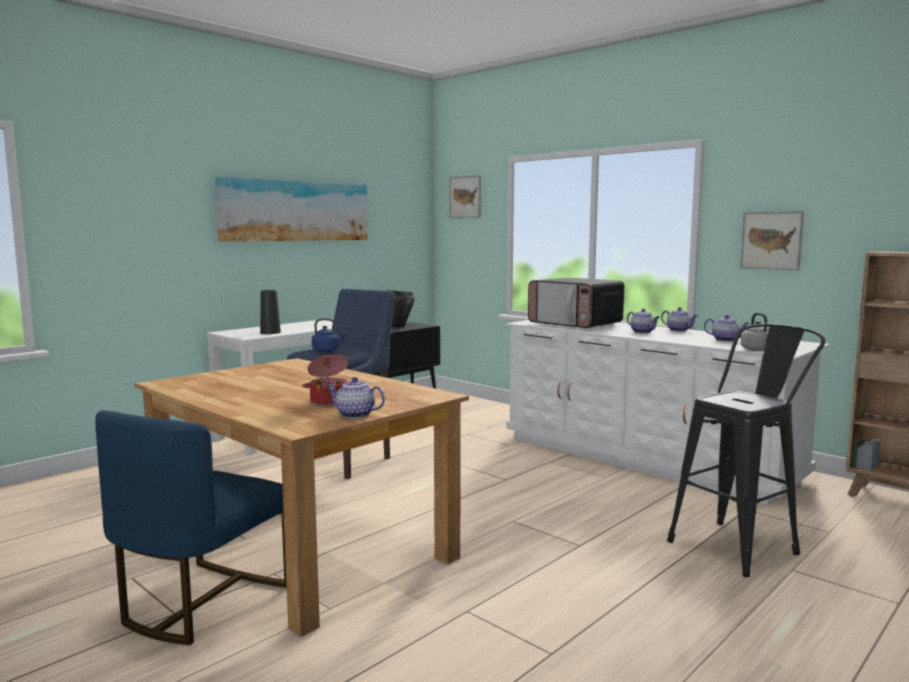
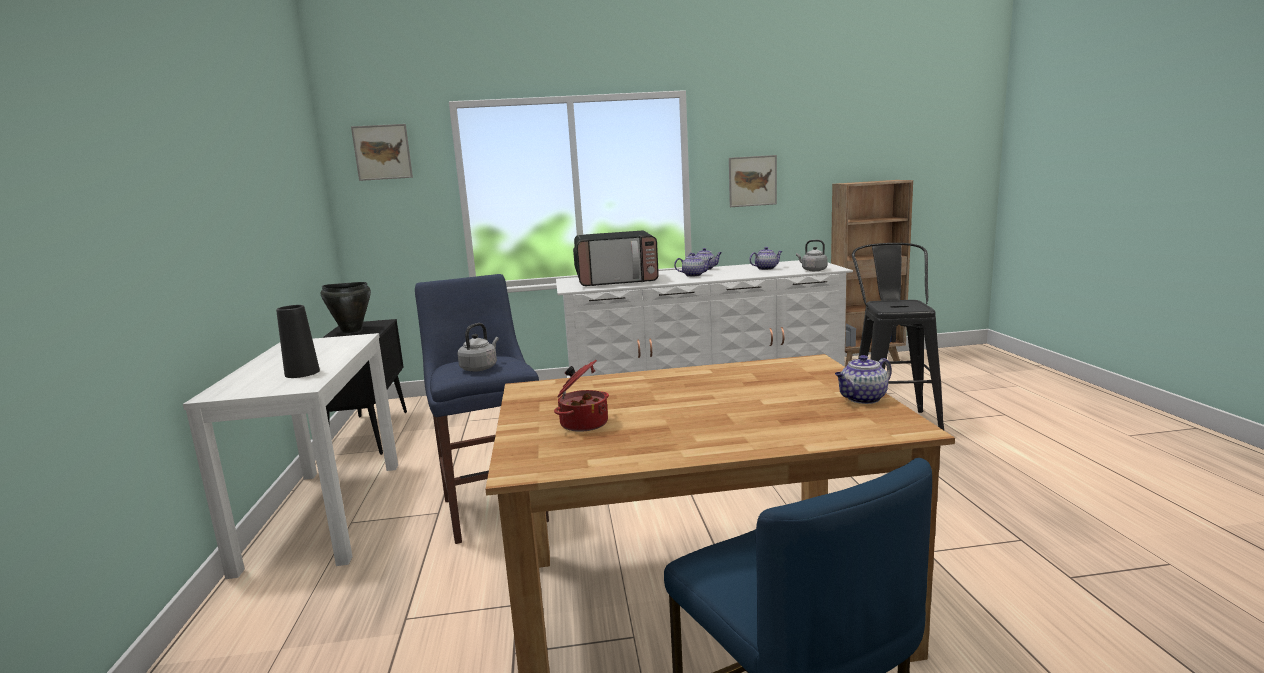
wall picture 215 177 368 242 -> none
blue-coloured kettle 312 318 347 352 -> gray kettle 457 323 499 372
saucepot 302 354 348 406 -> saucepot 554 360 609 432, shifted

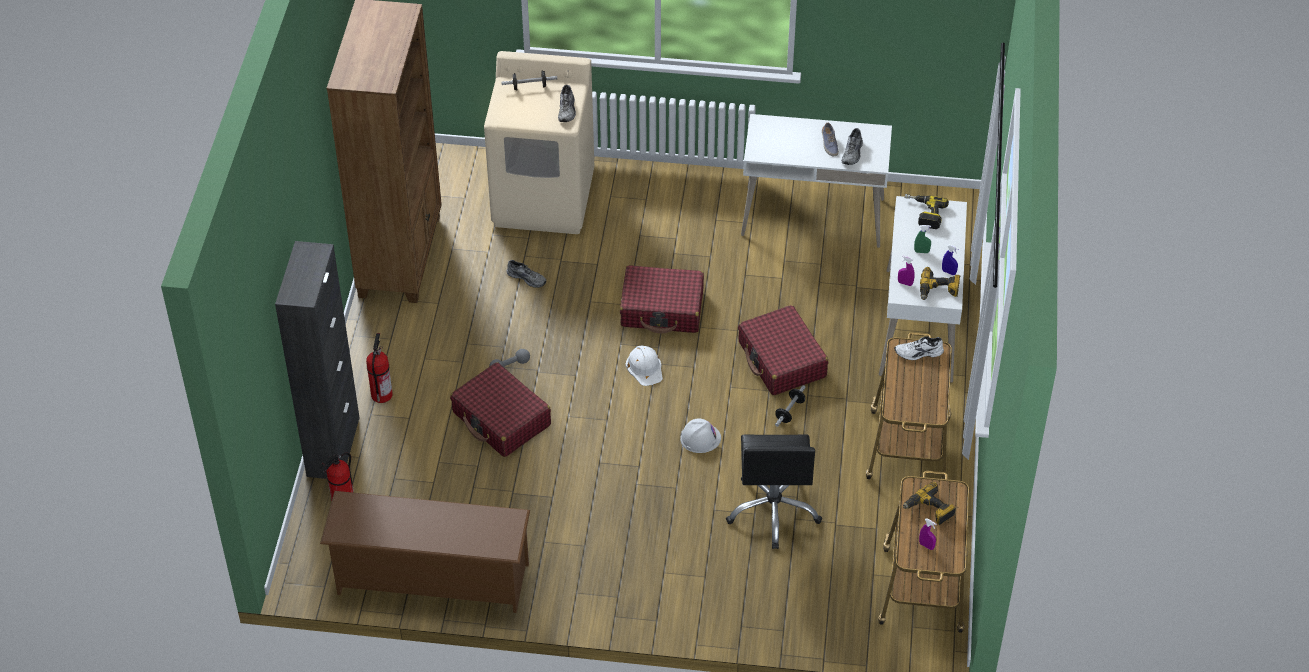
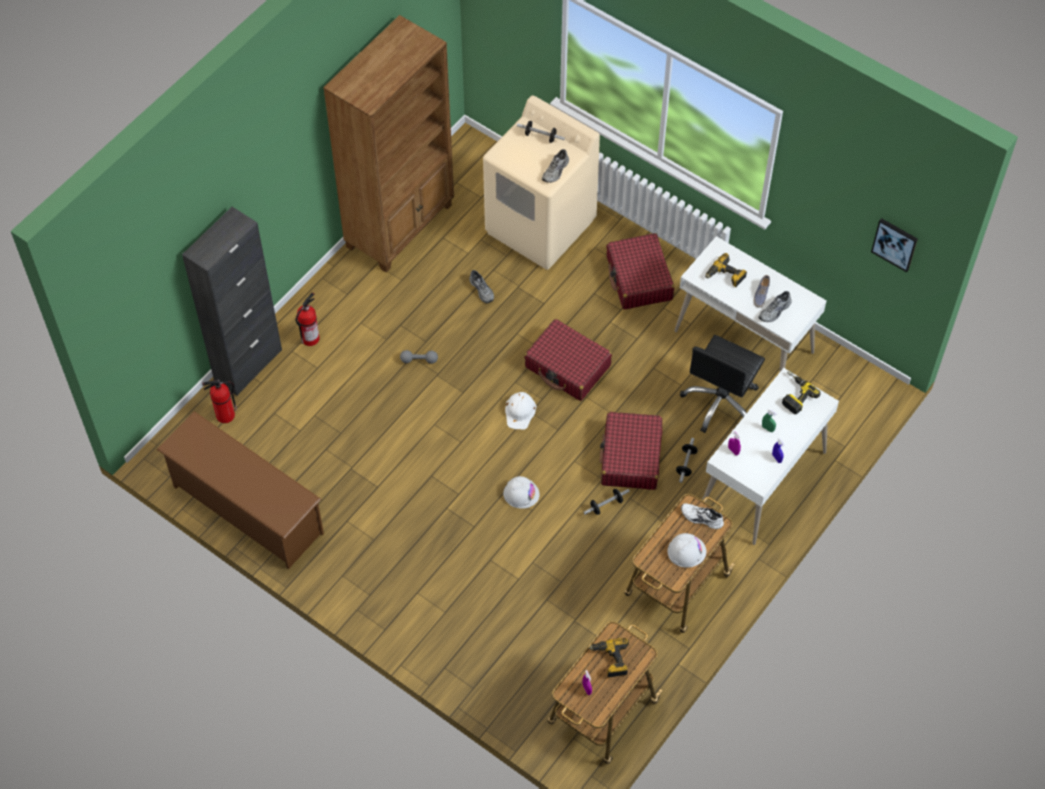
drill 920 267 960 300 -> drill 705 253 747 287, shifted
reddish suitcase 450 362 551 457 -> reddish suitcase 606 233 674 310, shifted
black-coloured office chair 726 435 822 549 -> black-coloured office chair 680 335 765 433, shifted
none -> wall picture 871 218 918 272
none -> hand weight 676 438 698 483
none -> white-coloured hard hat 667 533 706 568

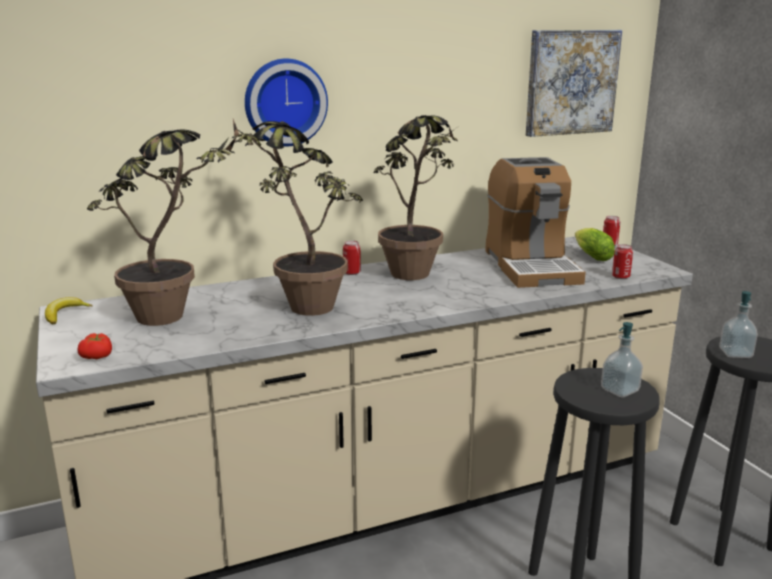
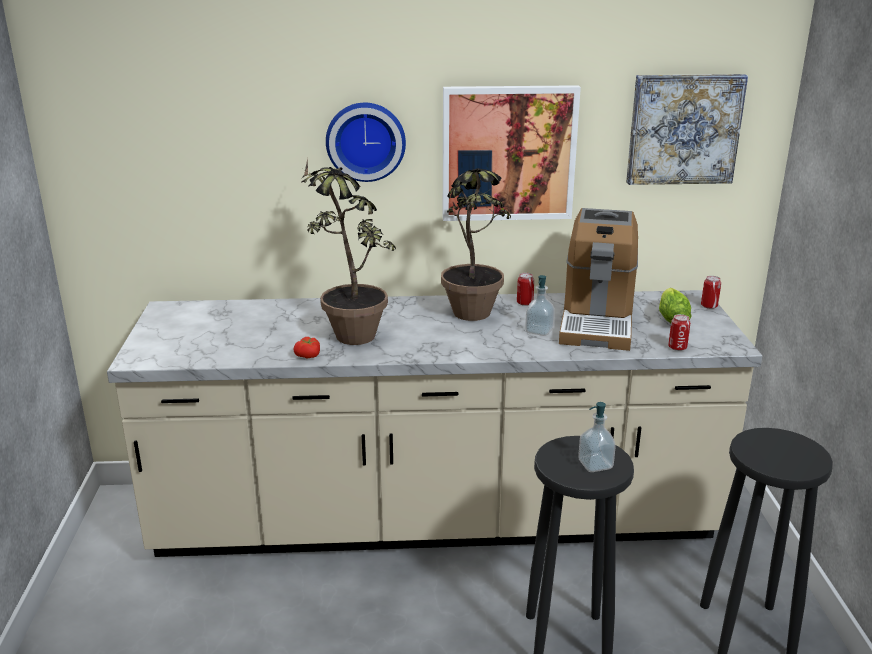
plant in a pot 87 130 237 326 -> none
sealed can 343 241 361 275 -> sealed can 517 273 534 306, shifted
soap bottle 719 291 758 358 -> soap bottle 525 275 555 336, shifted
banana 45 297 93 324 -> none
whole tomato 78 333 112 359 -> whole tomato 294 337 320 358, shifted
none -> wall picture 443 85 581 221

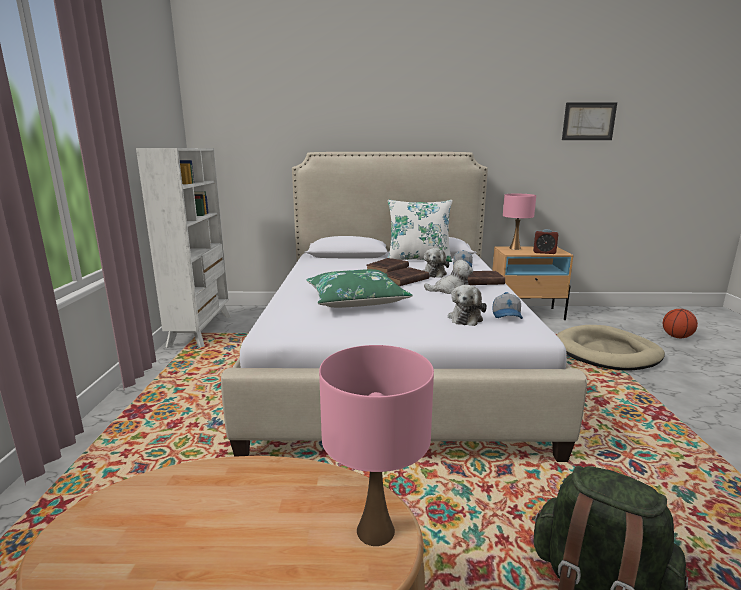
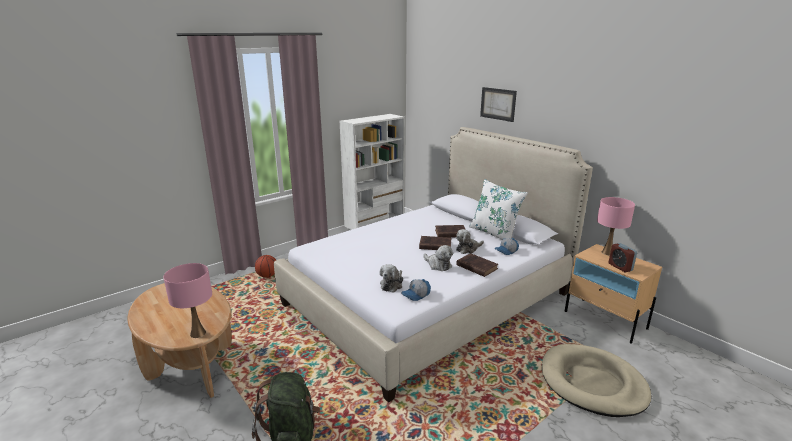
wall picture 562 102 617 140 -> wall picture 480 87 517 122, shifted
green cushion 306 269 413 308 -> none
plush toy 448 285 487 326 -> plush toy 380 264 403 293, 45 degrees counterclockwise
basketball 663 309 698 338 -> basketball 255 255 276 278, shifted

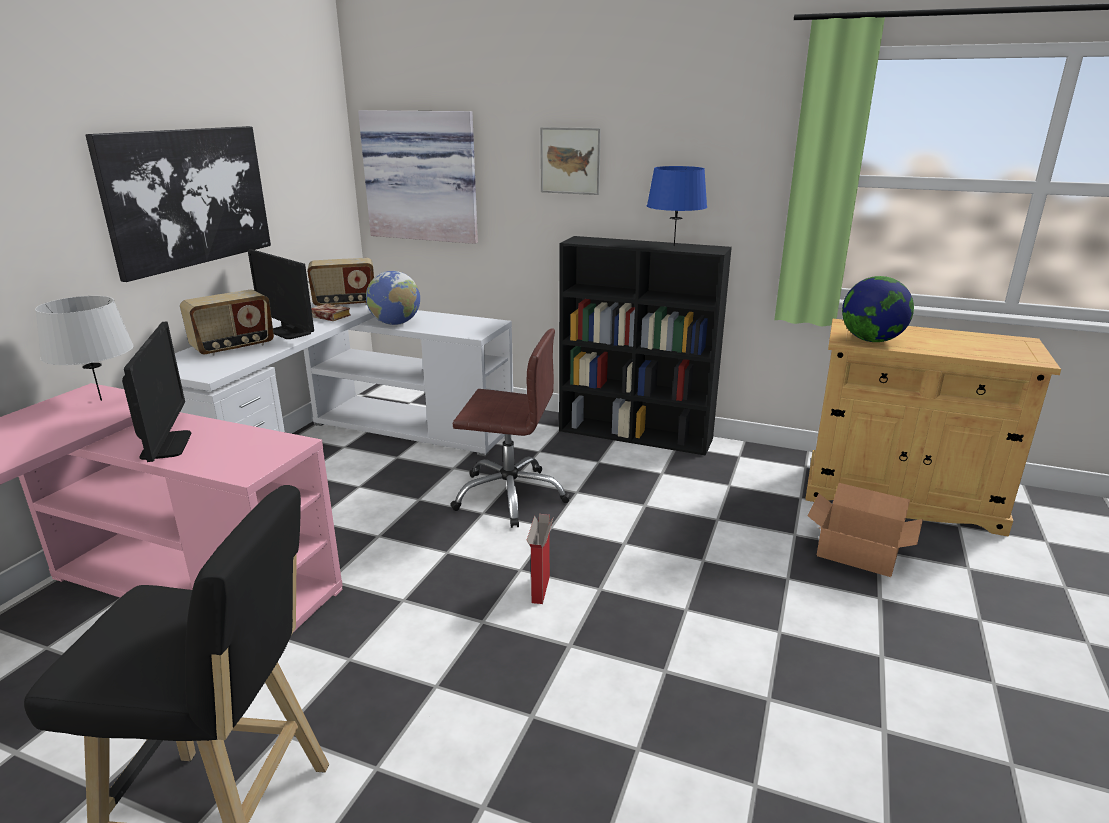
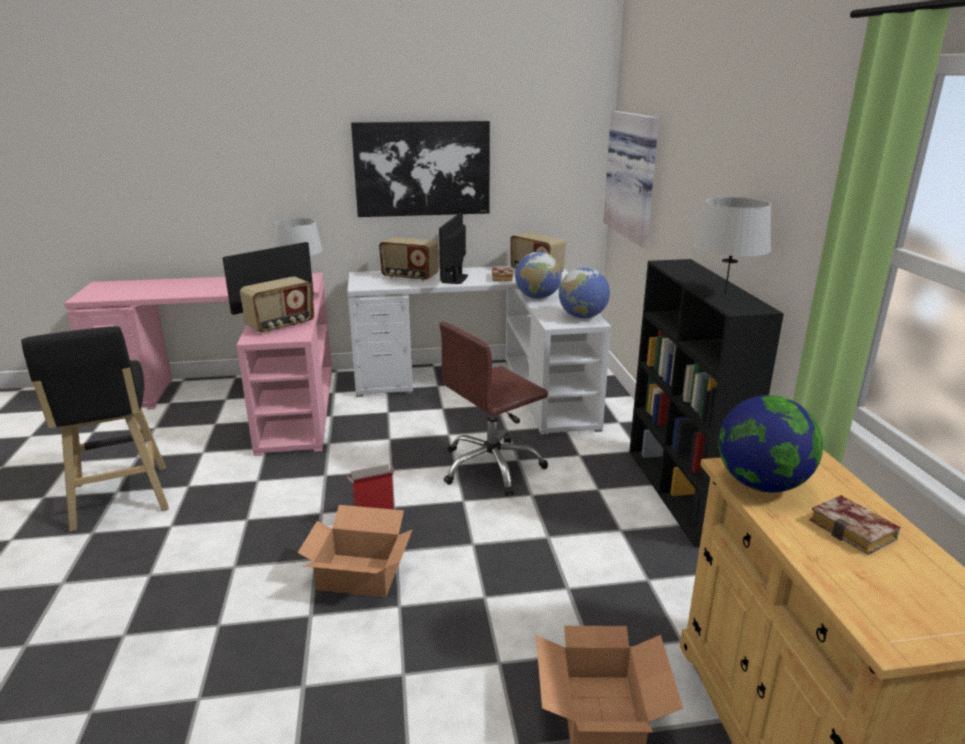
wall picture 540 127 601 195 -> none
blue-coloured tabletop lamp 647 166 707 247 -> gray tabletop lamp 694 197 771 294
brown-coloured office chair 450 329 570 528 -> brown-coloured office chair 439 322 548 496, 75 degrees clockwise
none -> world globe 559 267 610 319
none -> radio set 240 276 314 333
none -> volume 810 495 901 555
none -> carton 298 505 413 597

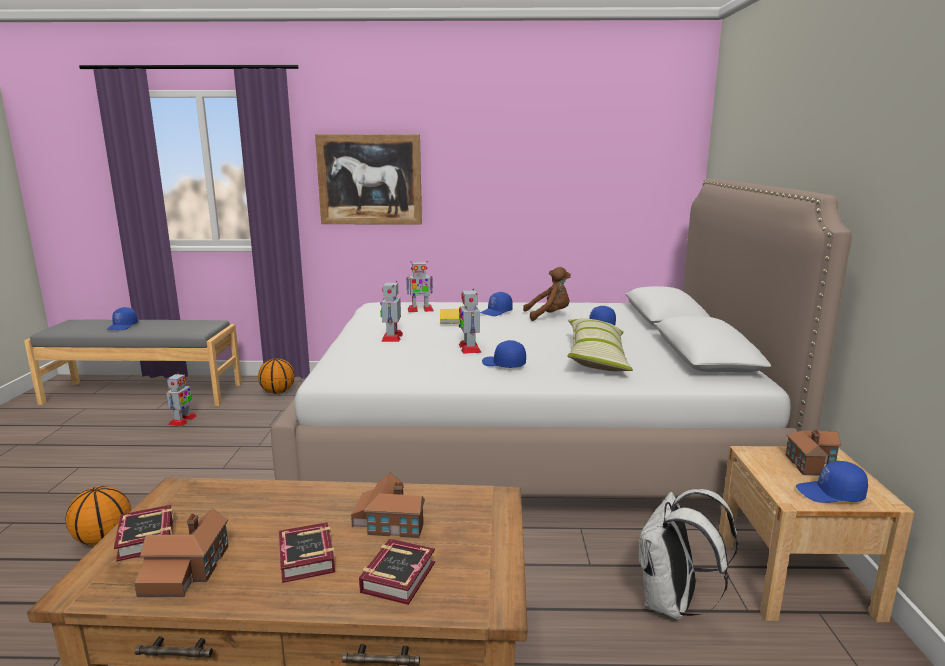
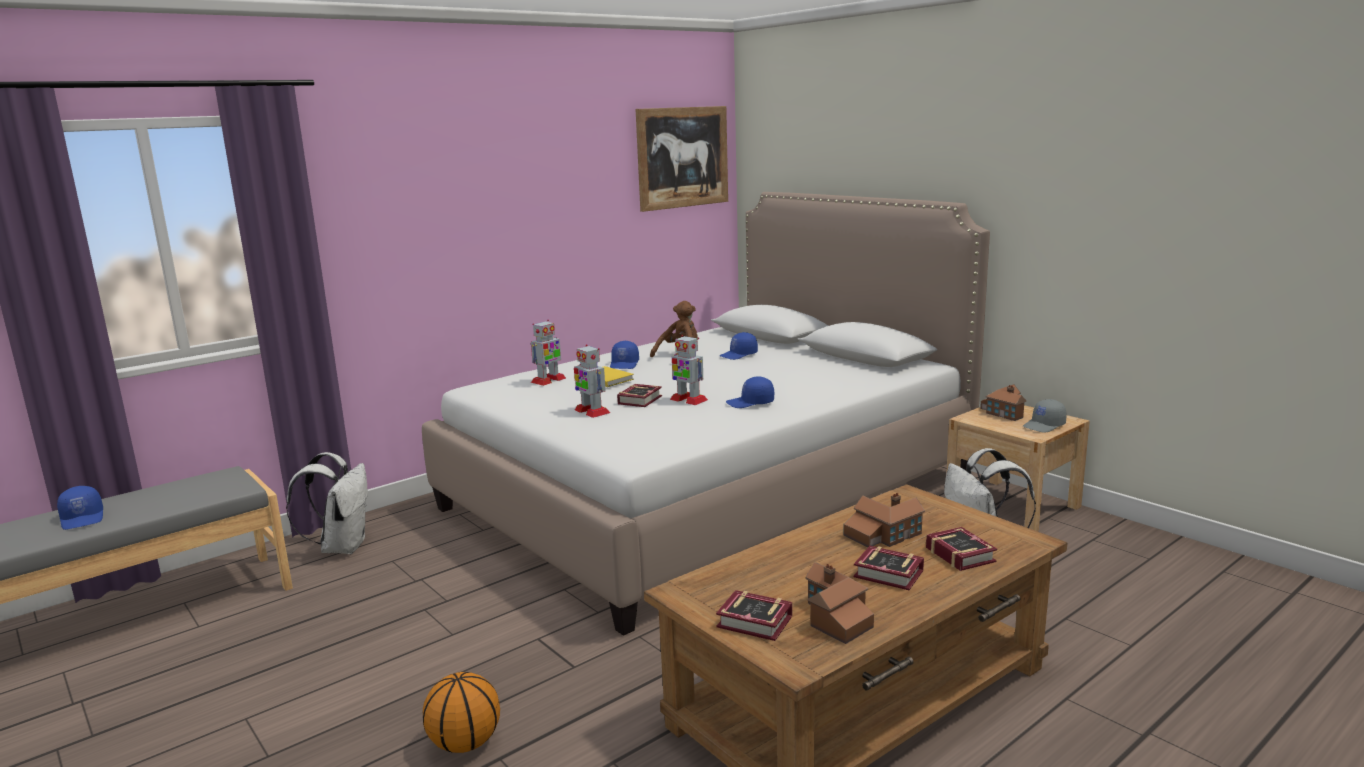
wall picture 315 134 422 225 -> wall picture 636 106 728 212, shifted
cushion 567 319 633 371 -> none
basketball 258 358 294 394 -> white-coloured rucksack 286 452 368 554
toy robot 166 372 197 426 -> none
blue-coloured peaked cap 796 461 868 503 -> gray peaked cap 1023 399 1067 433
none -> volume 617 384 662 407

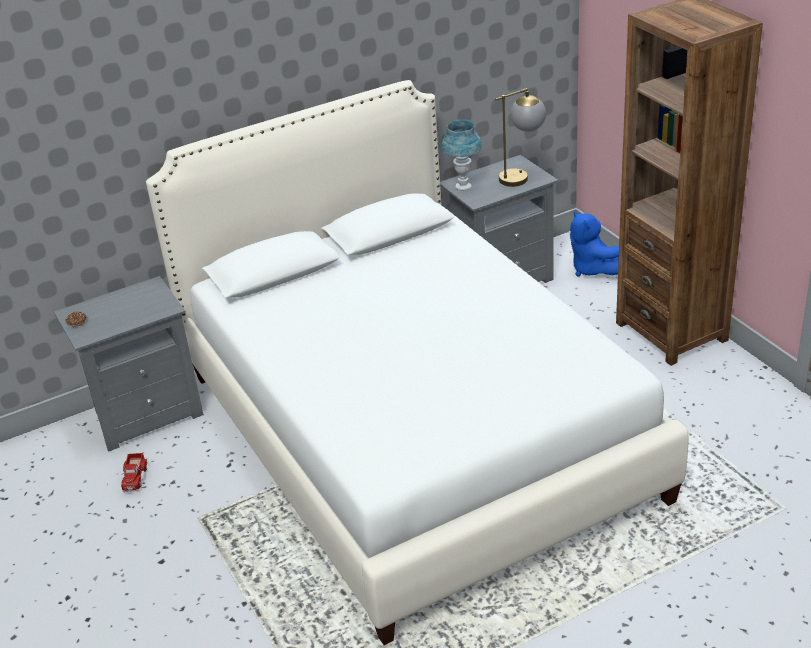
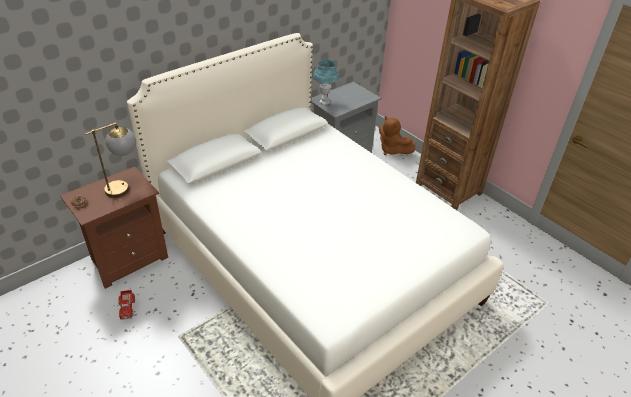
tabletop lamp 495 88 546 187 -> tabletop lamp 86 122 136 198, shifted
blue-coloured plush toy 570 211 619 277 -> brown-coloured plush toy 379 116 415 155
gray night table 54 276 204 452 -> brown-coloured night table 60 167 168 289

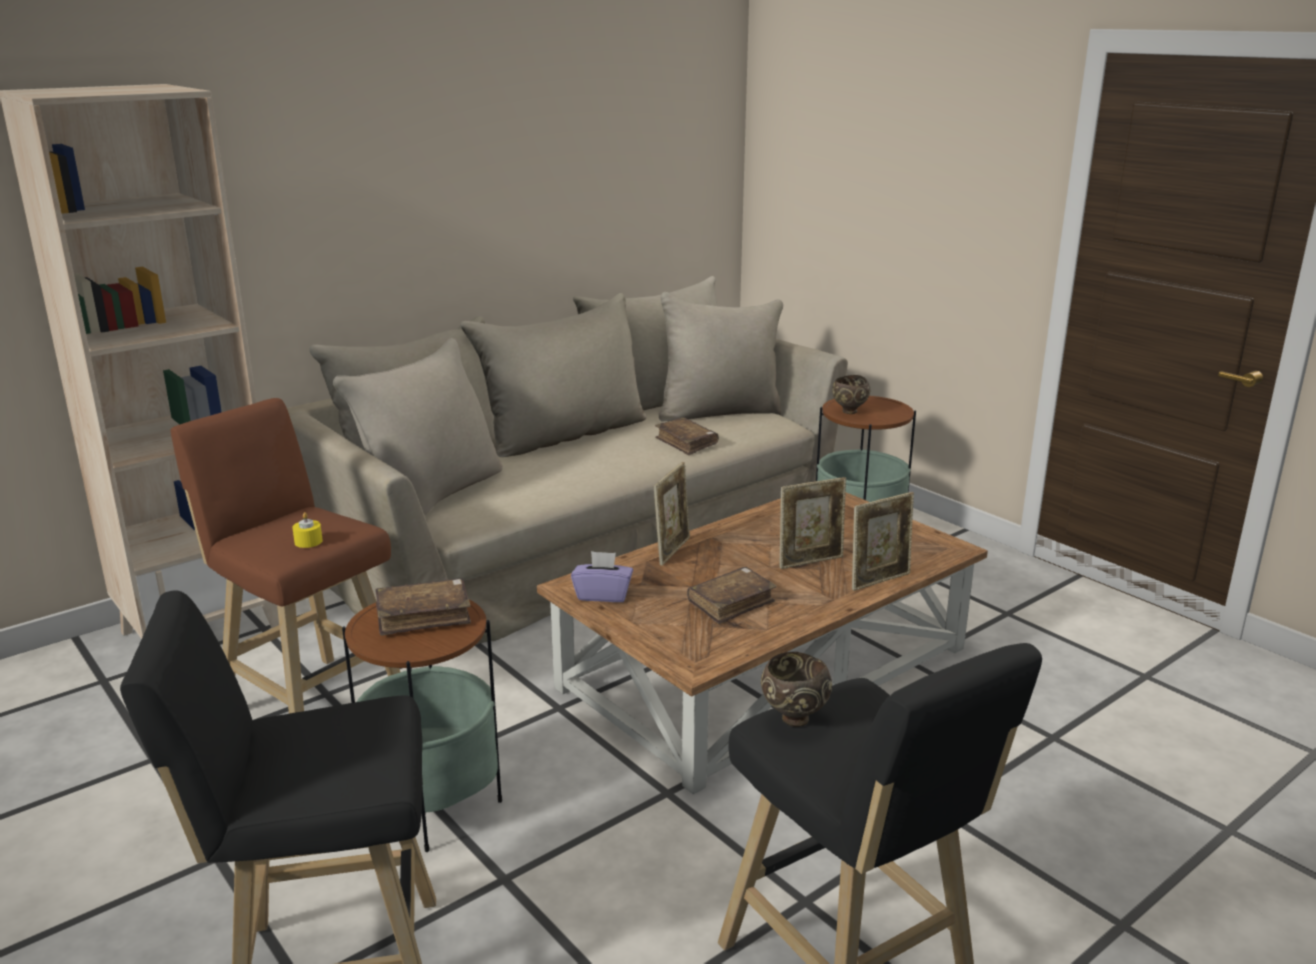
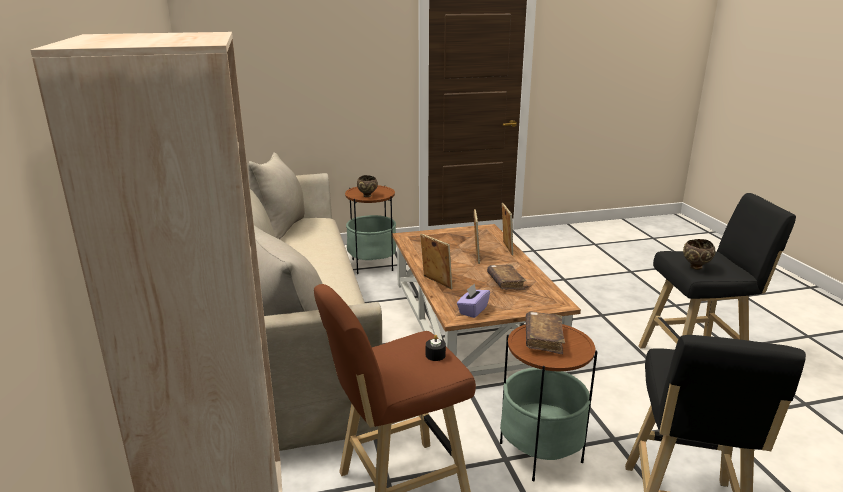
brown-coloured volume 655 417 719 455 -> none
yellow wax light 292 512 323 548 -> black-coloured wax light 426 334 446 361

